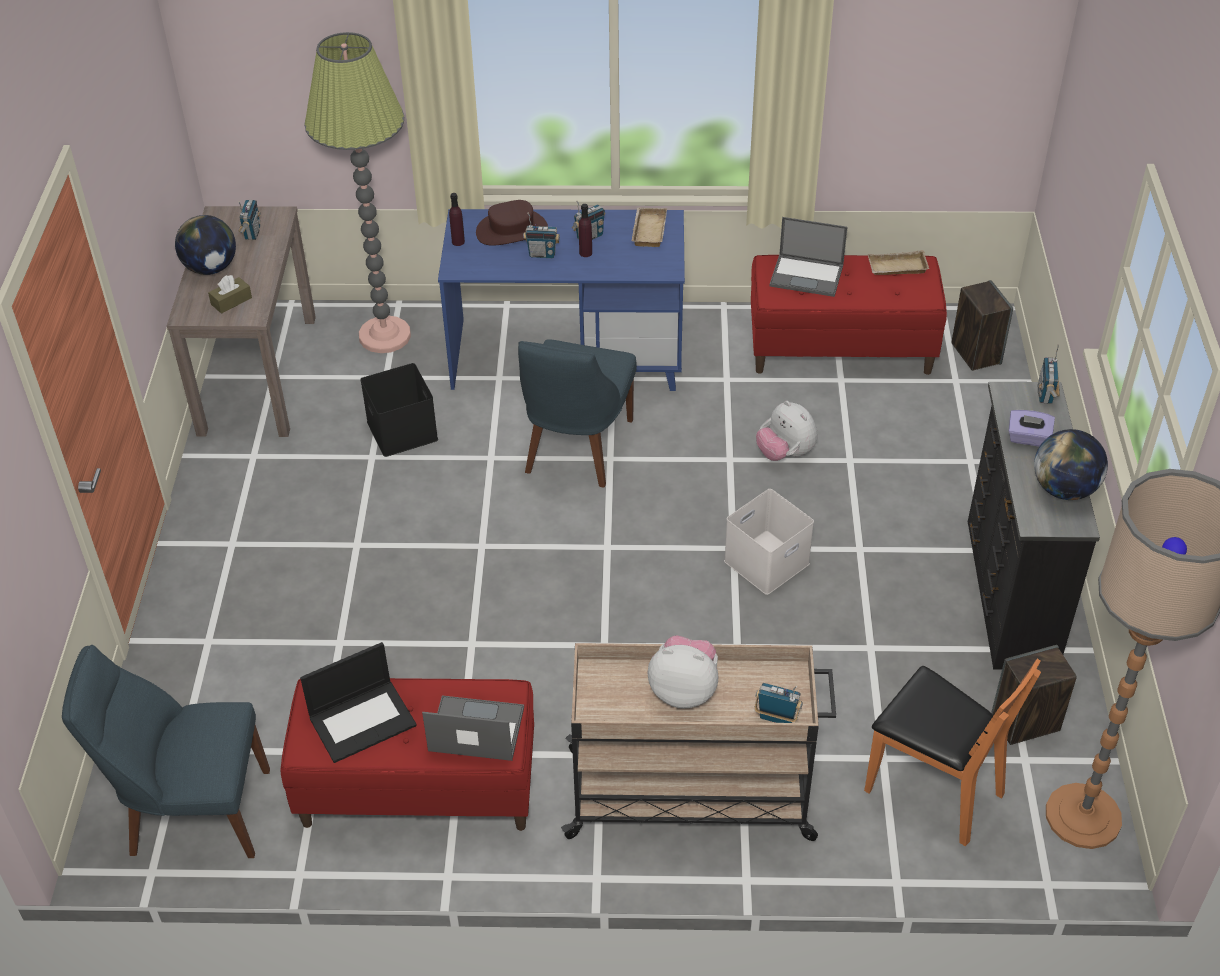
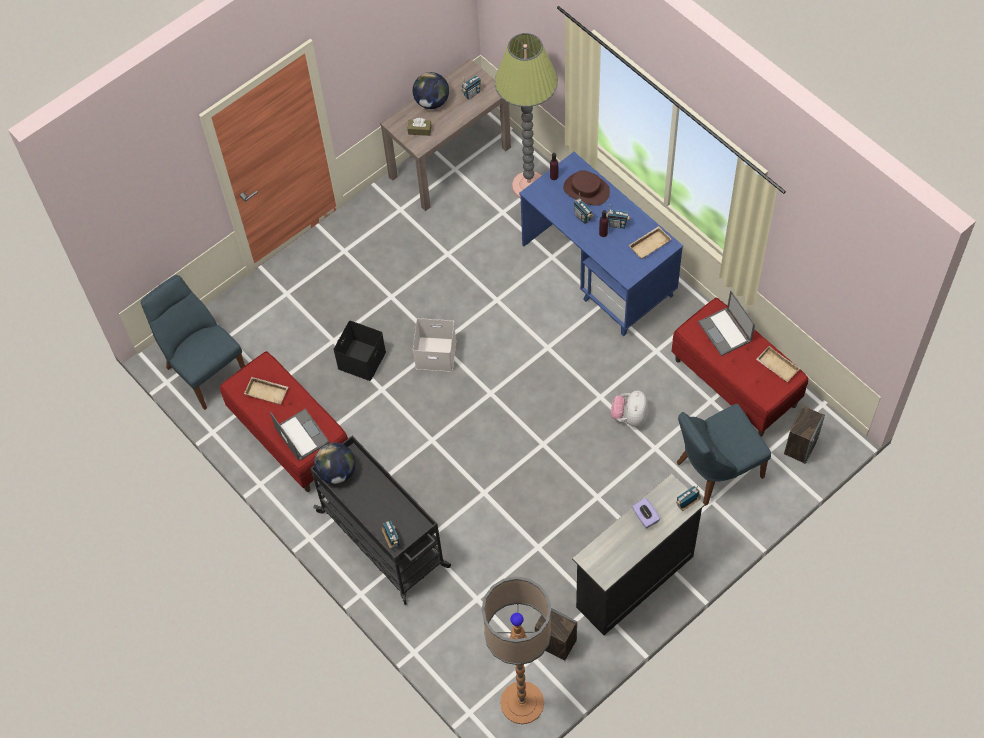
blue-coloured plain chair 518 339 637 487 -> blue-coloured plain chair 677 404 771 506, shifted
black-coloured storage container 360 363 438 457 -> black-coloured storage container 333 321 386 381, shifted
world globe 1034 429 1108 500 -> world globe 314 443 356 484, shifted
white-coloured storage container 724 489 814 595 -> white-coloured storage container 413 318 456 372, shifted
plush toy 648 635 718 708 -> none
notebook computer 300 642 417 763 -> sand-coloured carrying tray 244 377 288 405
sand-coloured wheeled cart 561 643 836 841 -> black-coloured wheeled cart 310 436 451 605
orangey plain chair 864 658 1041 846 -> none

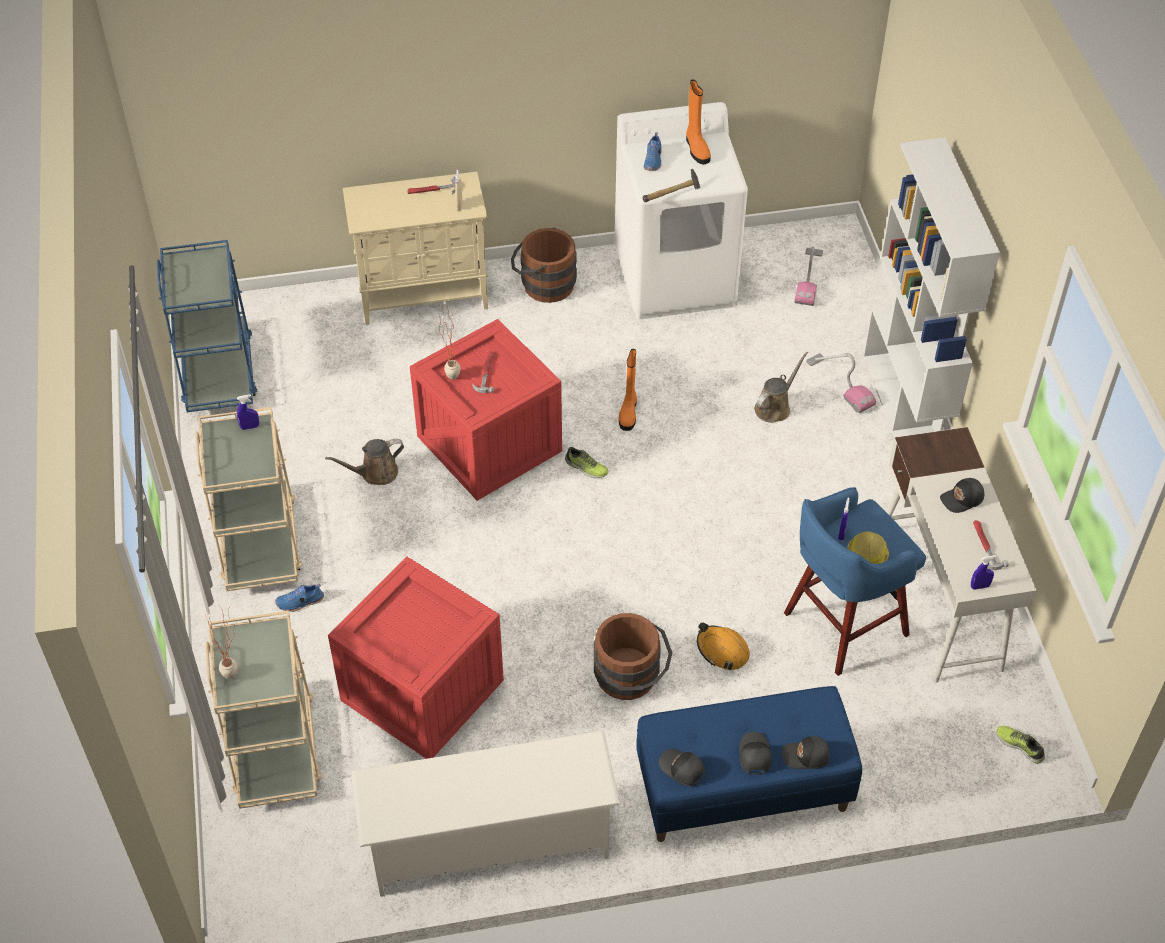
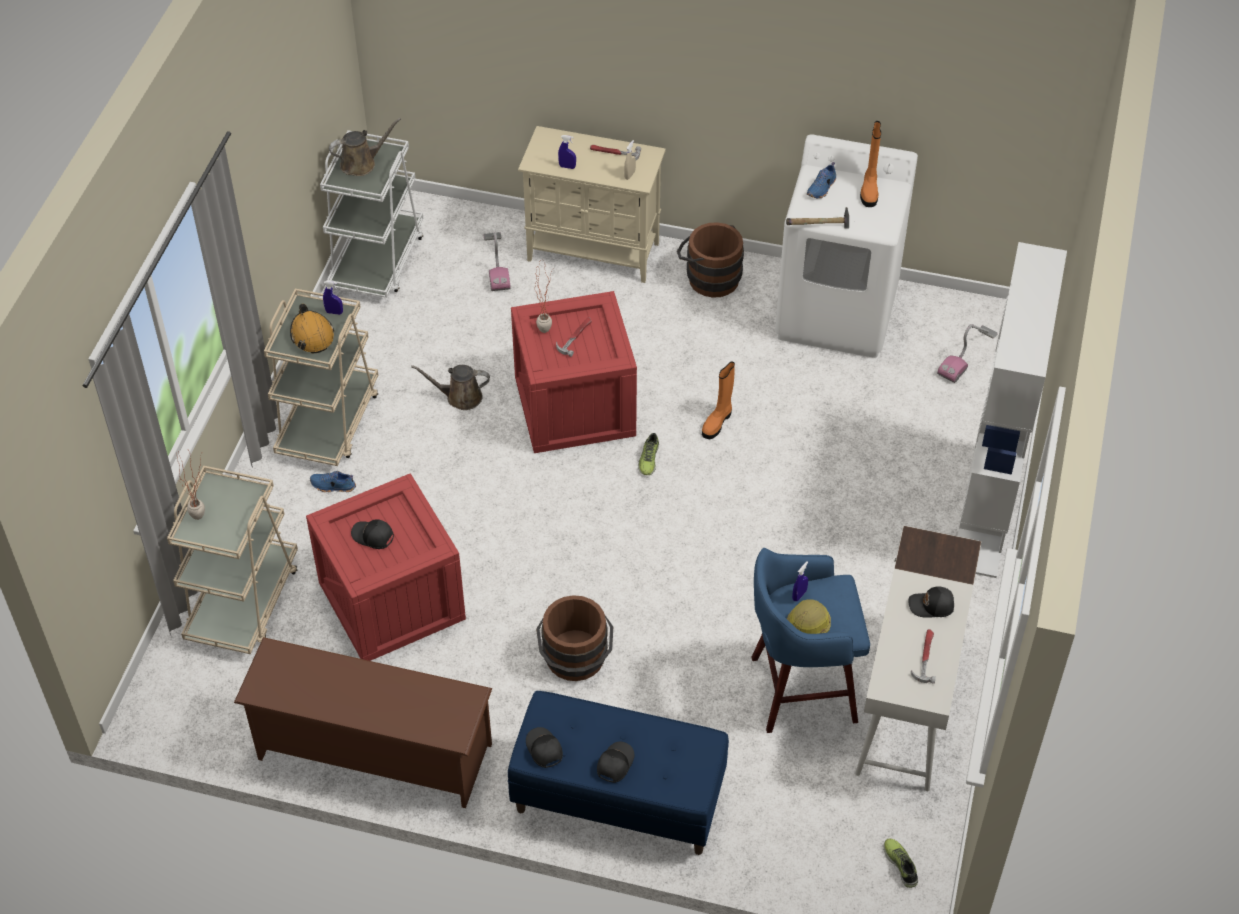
blue-coloured wheeled cart 157 240 257 412 -> white-coloured wheeled cart 320 130 423 298
brown-coloured watering pot 755 352 808 423 -> brown-coloured watering pot 329 118 401 176, shifted
vacuum cleaner 806 353 876 413 -> vacuum cleaner 484 232 511 291, shifted
shoe 565 447 609 478 -> shoe 638 433 659 475, 45 degrees clockwise
blue-coloured hand sprayer 971 555 997 590 -> blue-coloured hand sprayer 558 135 576 169, shifted
orangey hard hat 697 622 750 670 -> orangey hard hat 290 304 334 353, shifted
white-coloured shoe rack 351 731 620 897 -> brown-coloured shoe rack 234 637 492 808
black-coloured peaked cap 782 736 829 769 -> black-coloured peaked cap 351 519 394 549, shifted

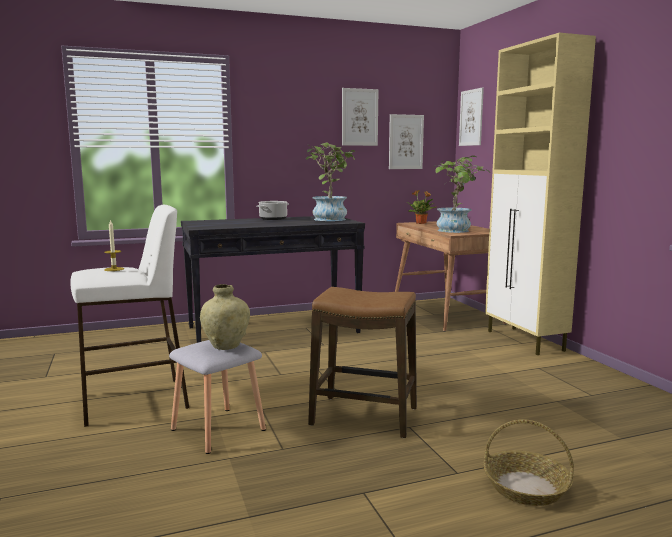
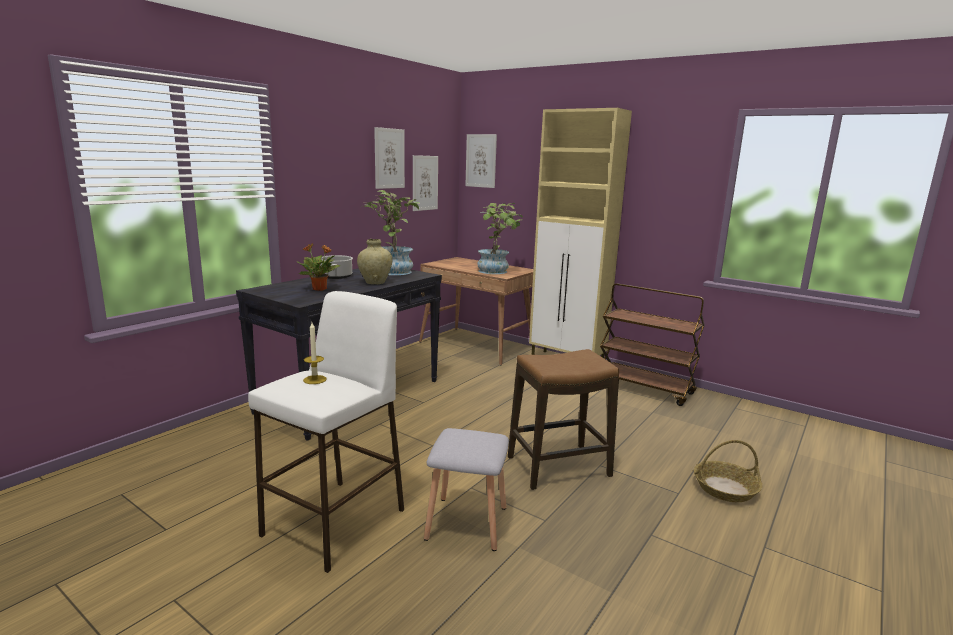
plant in a pot 407 190 436 224 -> plant in a pot 296 243 340 291, shifted
sand-coloured decorative vase 200 284 250 350 -> sand-coloured decorative vase 357 239 392 284, shifted
none -> brown-coloured wheeled cart 600 283 705 406

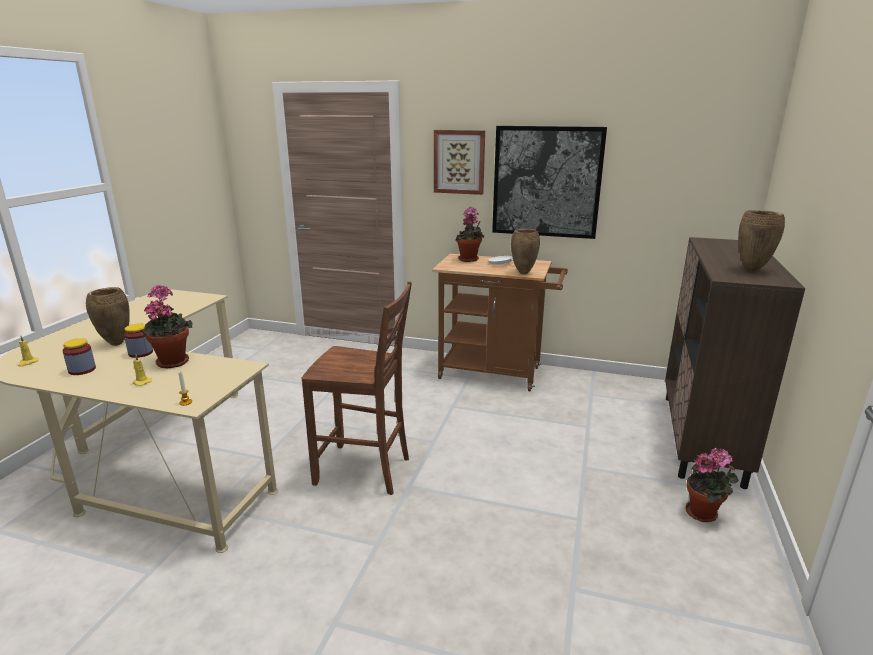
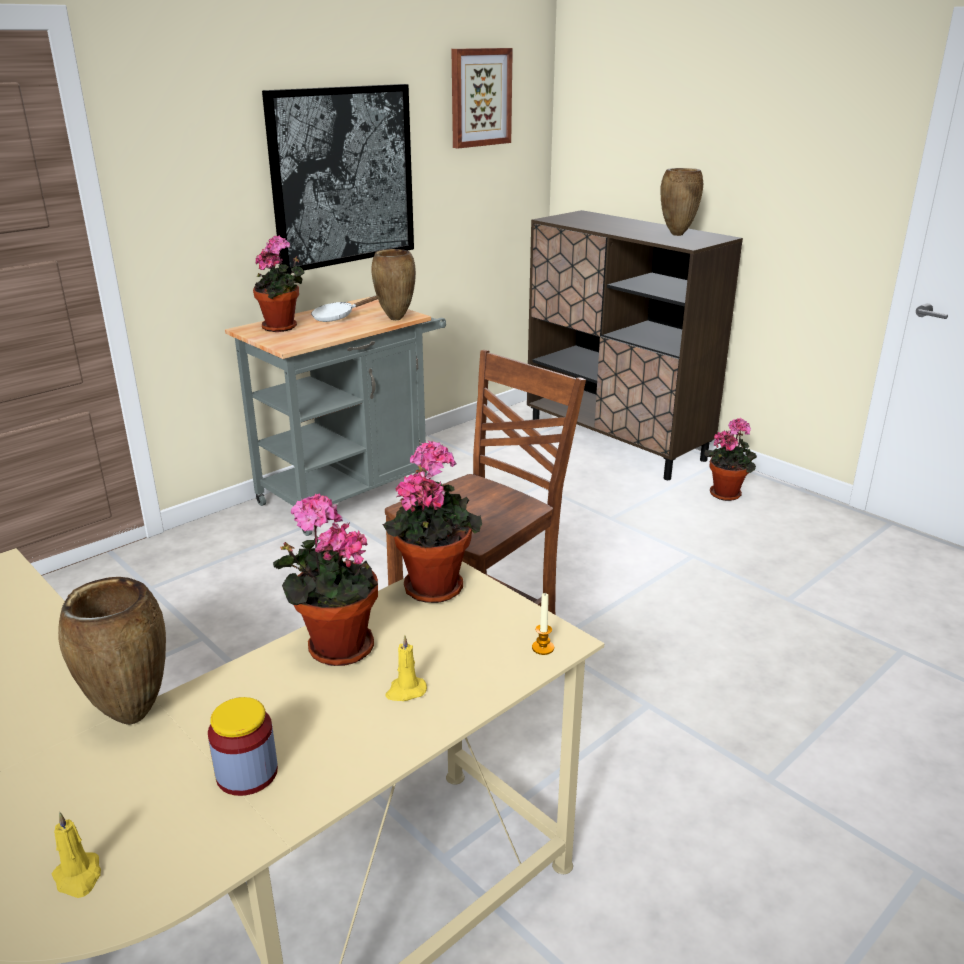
wall picture 434 130 485 195 -> wall picture 451 48 513 149, shifted
brown-coloured wheeled cart 432 254 568 392 -> gray wheeled cart 225 297 446 536
preserve jar 124 323 153 358 -> none
none -> plant in a pot 383 440 482 603

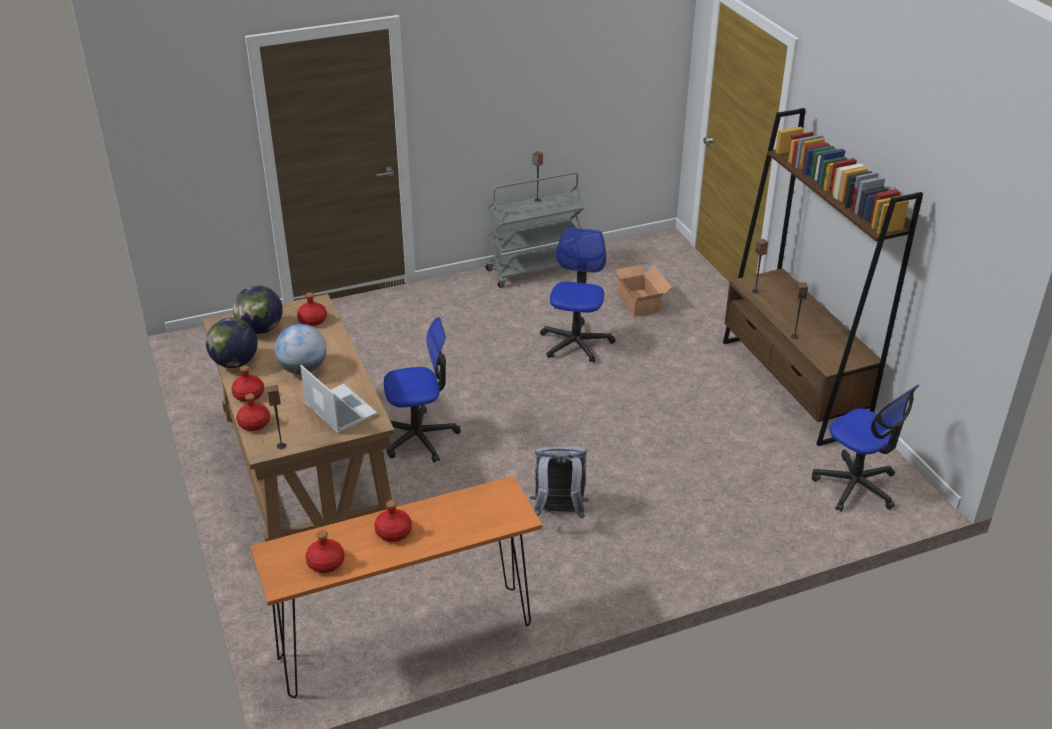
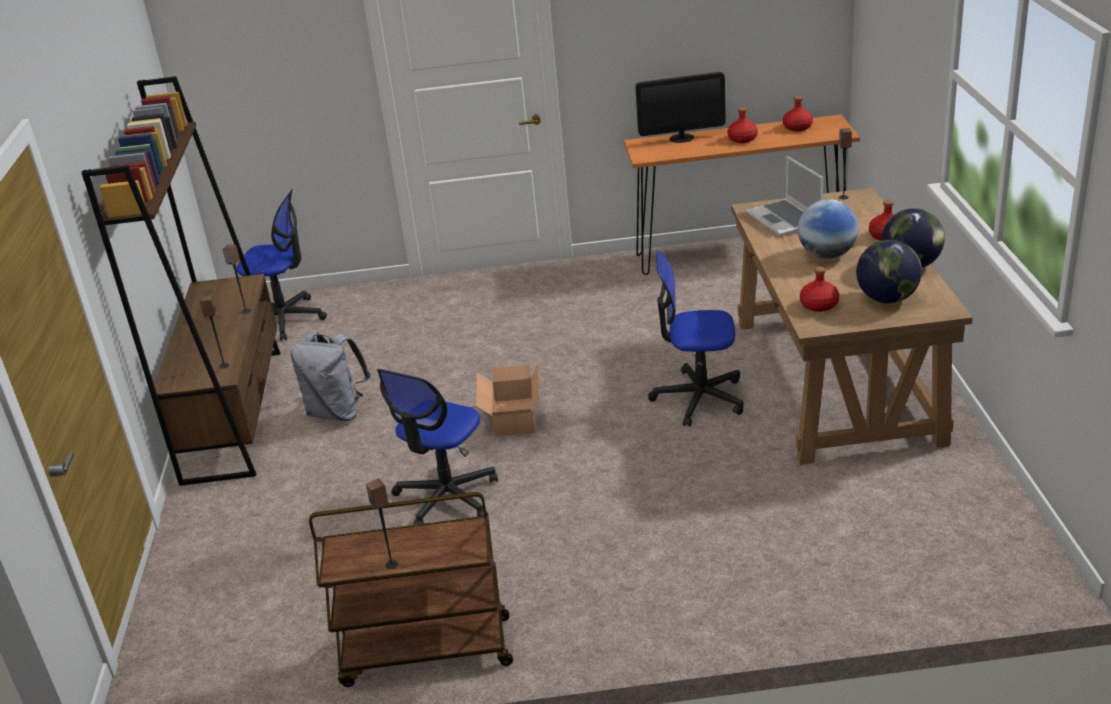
gray wheeled cart 485 172 585 288 -> brown-coloured wheeled cart 309 492 513 687
carton 614 265 671 317 -> carton 476 363 539 437, shifted
office chair 812 385 919 512 -> office chair 237 189 327 341, 120 degrees clockwise
reddish beverage bottle 236 393 270 431 -> none
gray rucksack 530 446 589 519 -> gray rucksack 291 332 371 421, shifted
none -> computer display 635 72 726 143

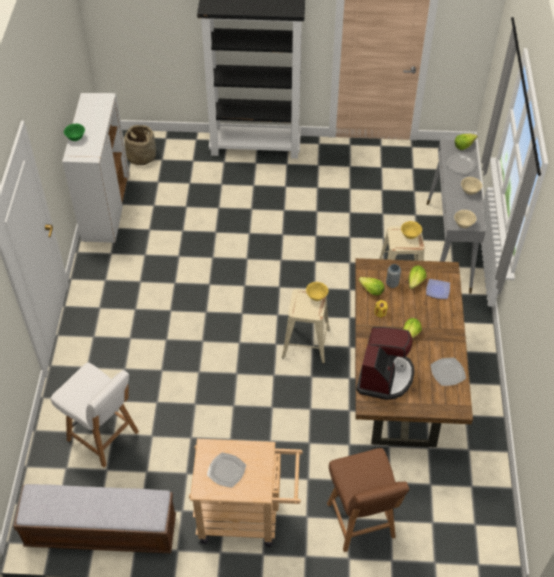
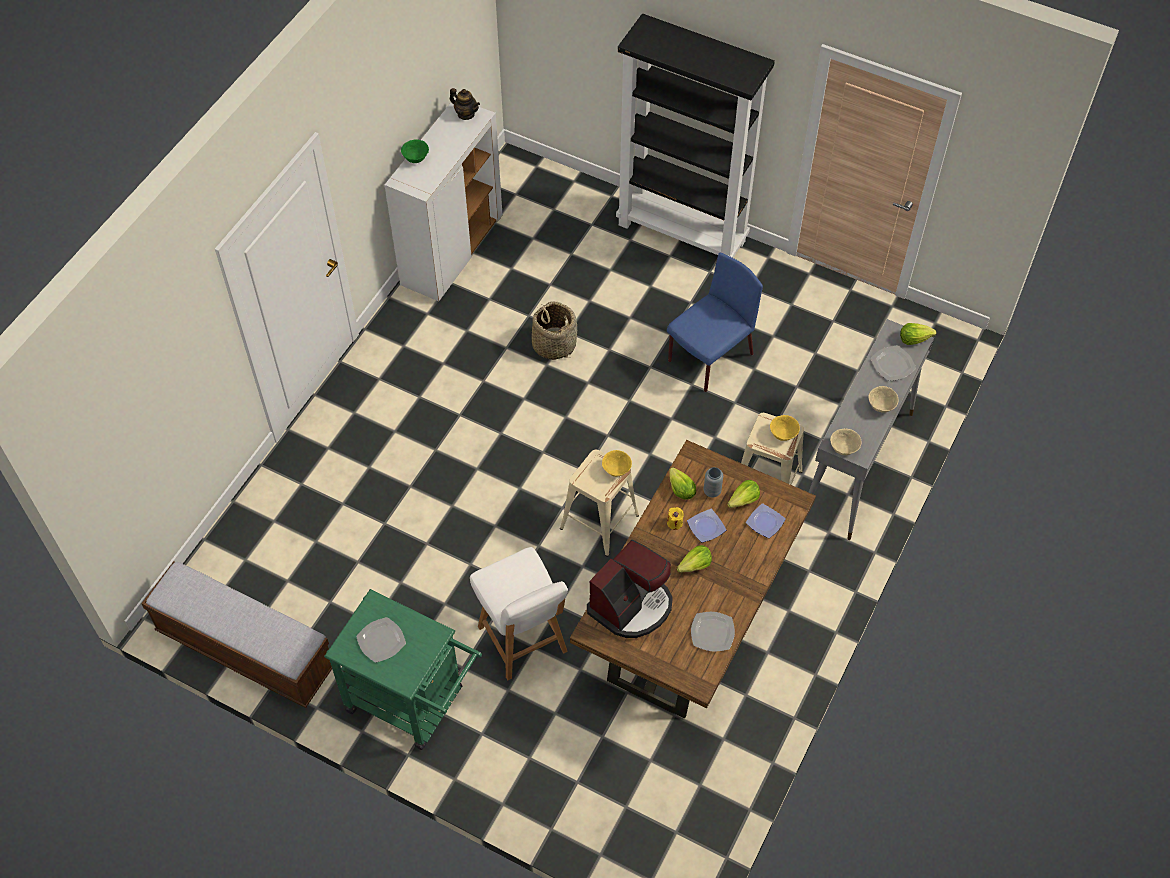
storage basket 124 125 157 165 -> storage basket 532 301 577 360, shifted
white-coloured plain chair 51 362 139 468 -> white-coloured plain chair 470 547 568 680, shifted
sand-coloured wheeled cart 189 439 303 547 -> green wheeled cart 324 589 482 750
brown-coloured plain chair 327 448 410 552 -> none
none -> teapot 450 88 480 120
none -> blue-coloured plain chair 667 253 763 392
none -> plate 687 509 726 543

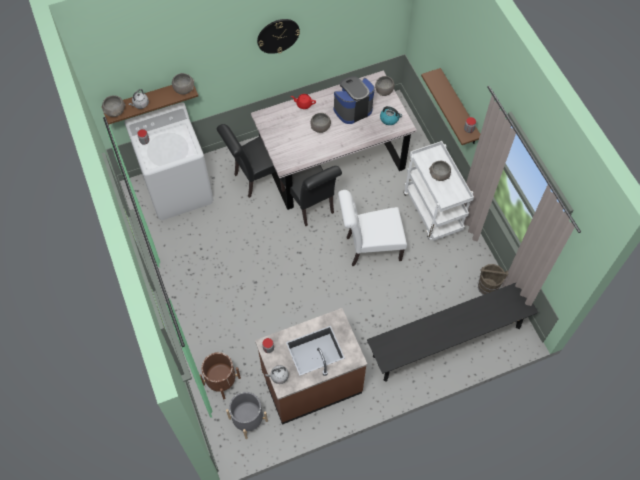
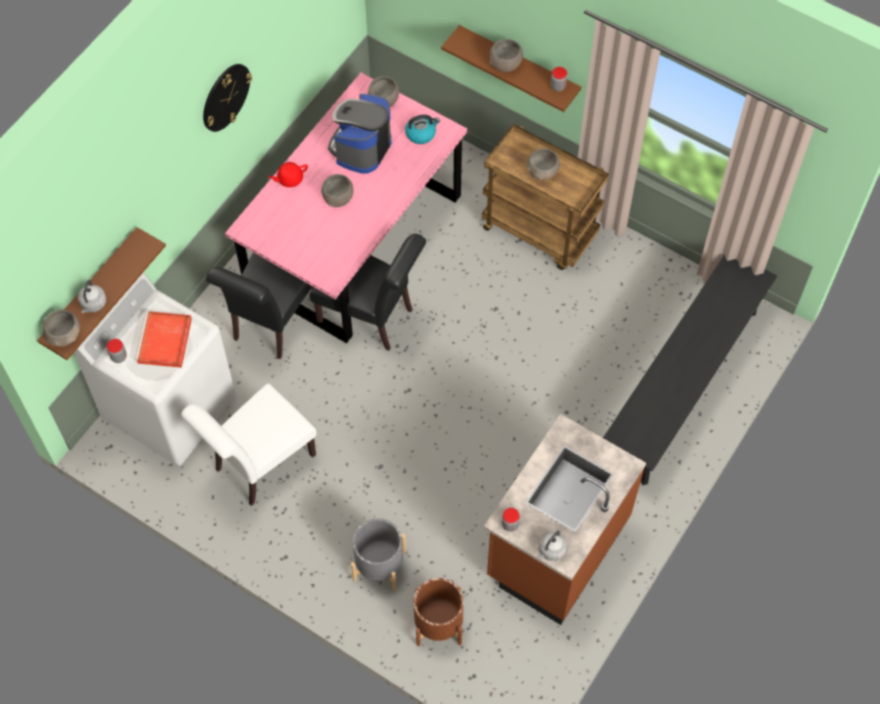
gray kitchen table 251 70 417 210 -> pinkish kitchen table 225 73 467 343
gray serving bowl 172 73 194 95 -> gray serving bowl 490 39 523 72, shifted
white-coloured wheeled cart 403 141 474 241 -> brown-coloured wheeled cart 482 124 609 270
white-coloured plain chair 338 190 407 266 -> white-coloured plain chair 181 383 316 506, shifted
brown-coloured bucket 478 264 508 295 -> none
gray plant pot 226 392 268 439 -> gray plant pot 351 518 406 590, shifted
none -> reddish carrying tray 135 311 192 368

